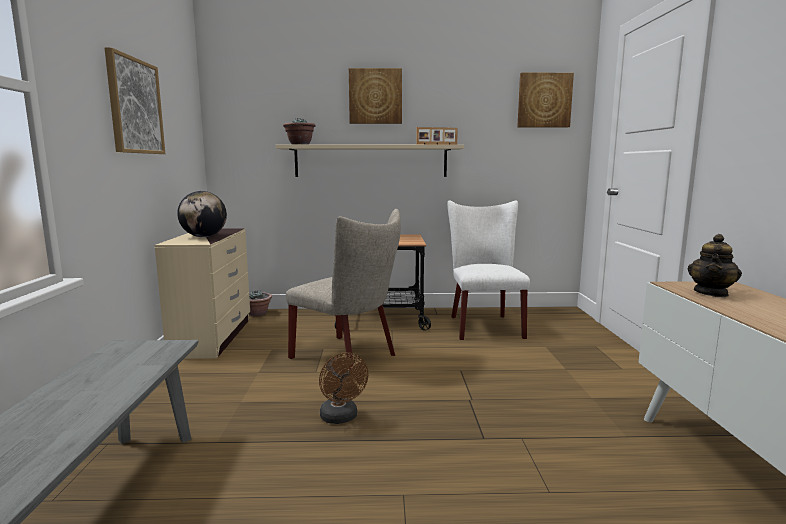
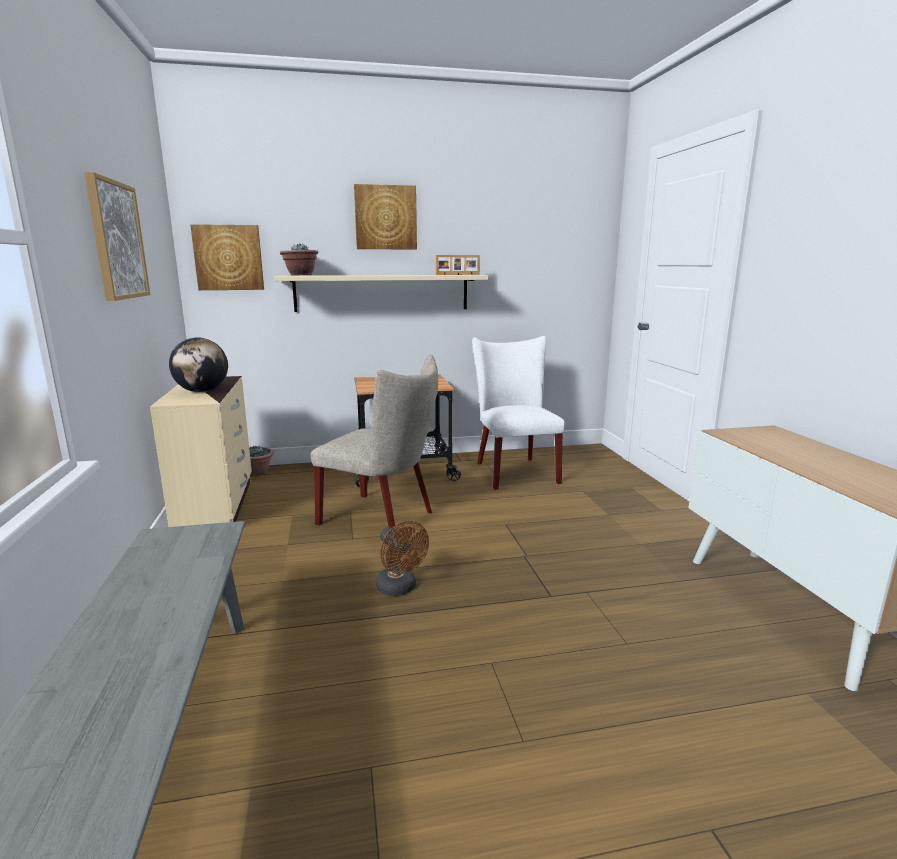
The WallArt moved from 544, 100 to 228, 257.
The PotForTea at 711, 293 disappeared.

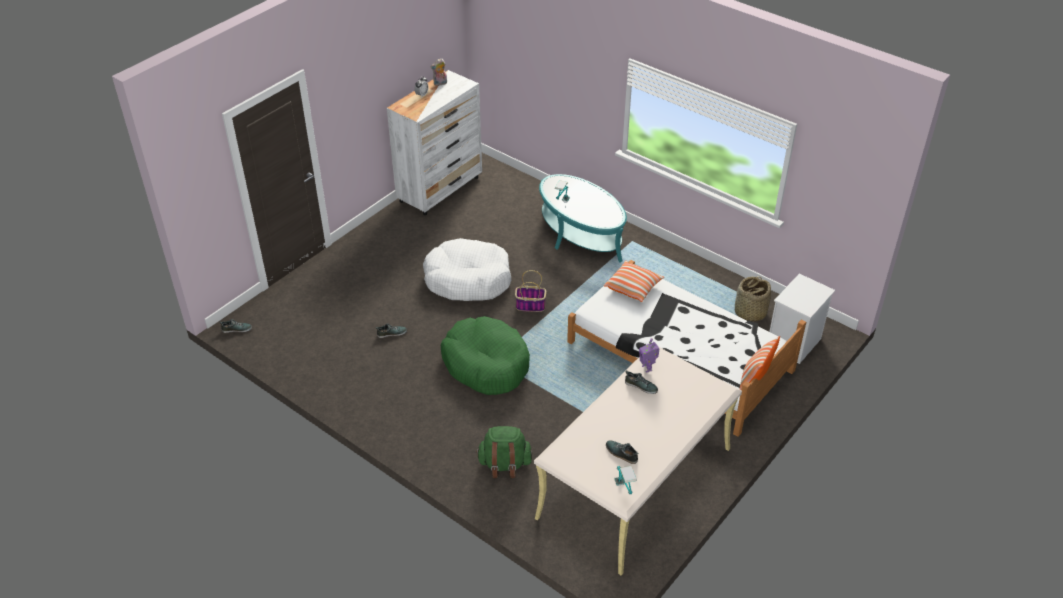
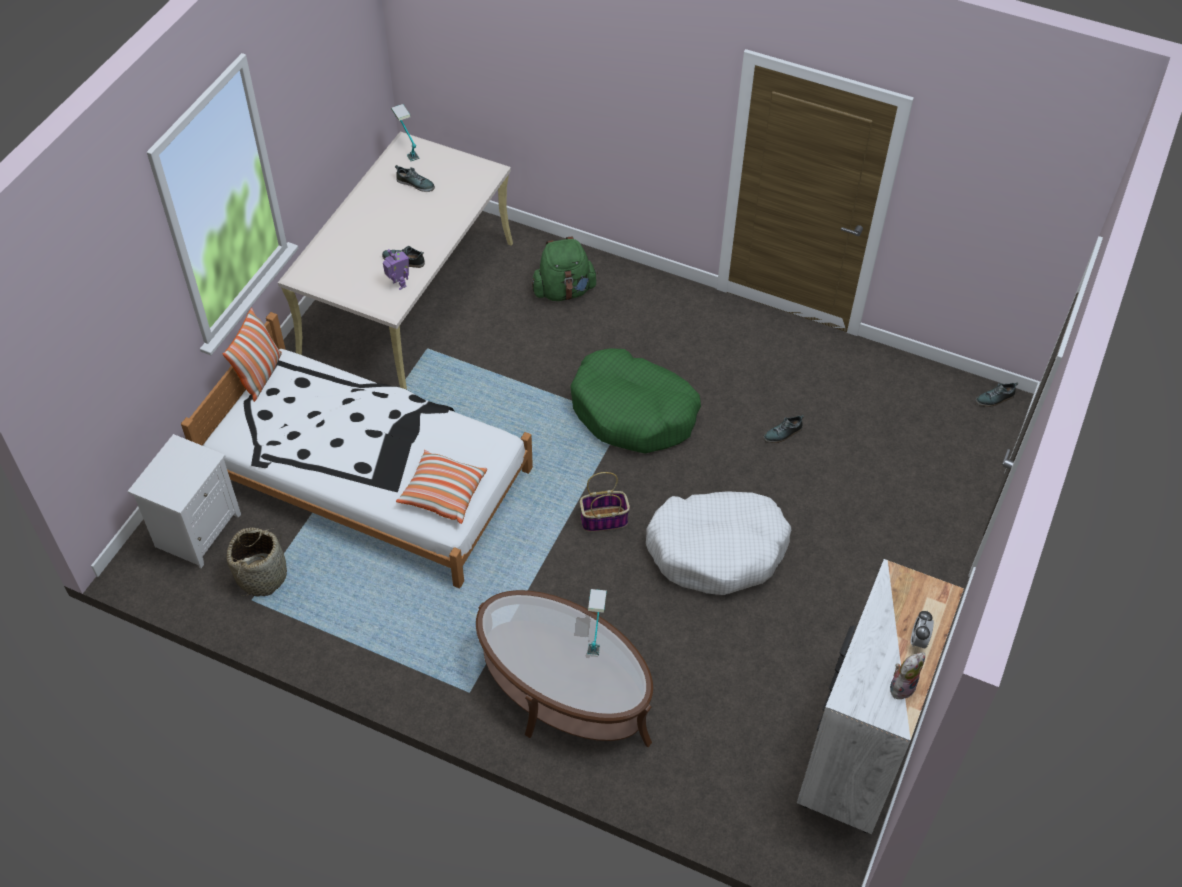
The BlueGreenLoungeTable at 580, 234 became the BrownLoungeTable at 563, 690.

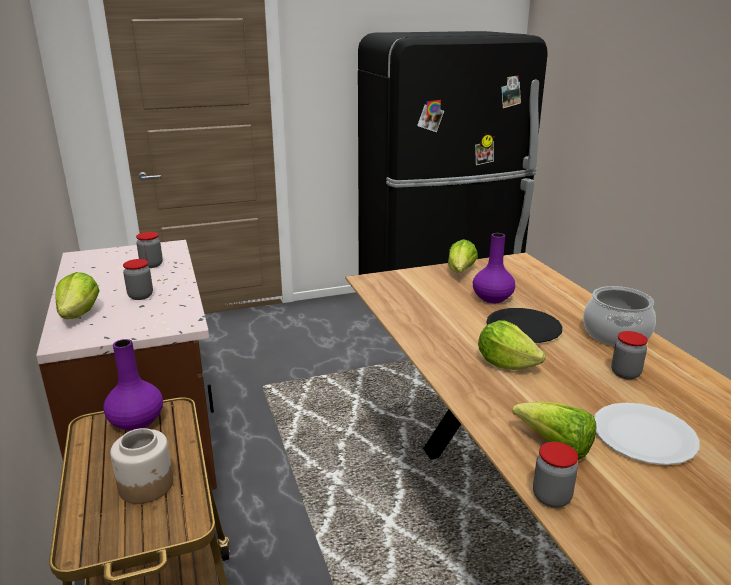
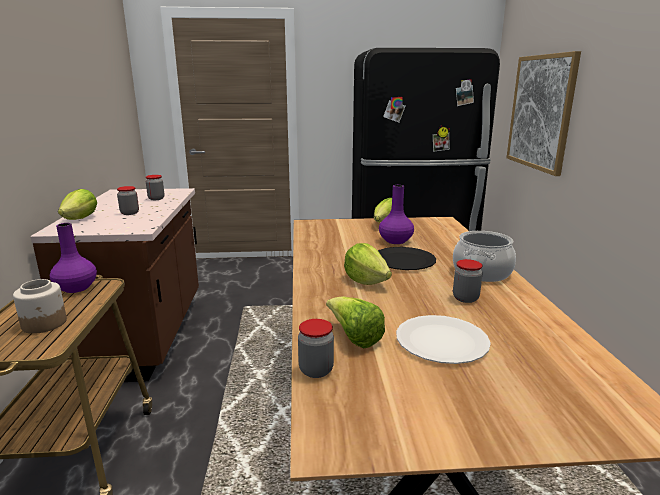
The WallArt at 540, 112 appeared.

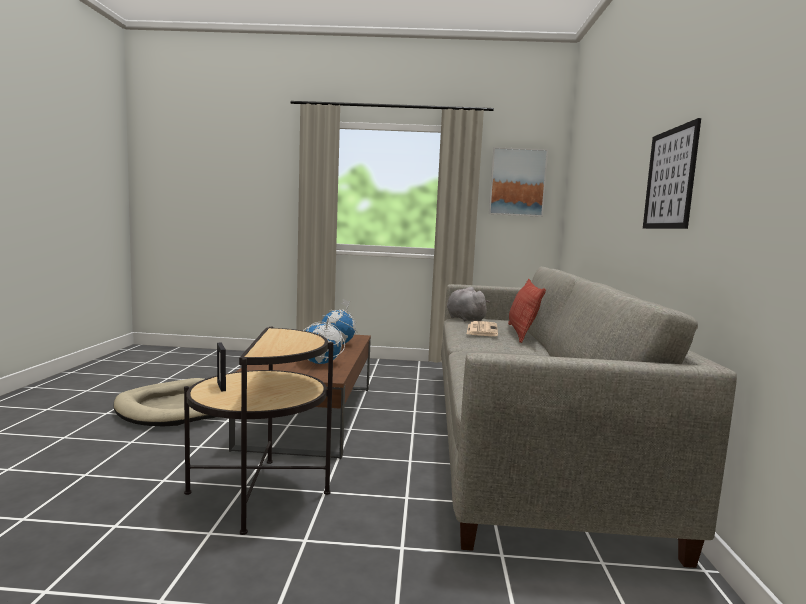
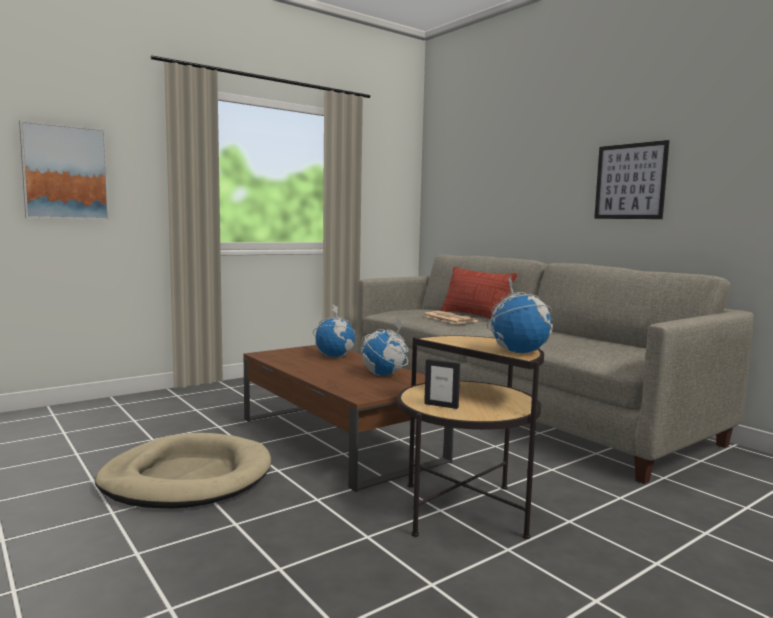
The WallArt moved from 517, 182 to 65, 172.
The GreyCuddlyToy at 464, 319 disappeared.
The Globe at 519, 352 appeared.

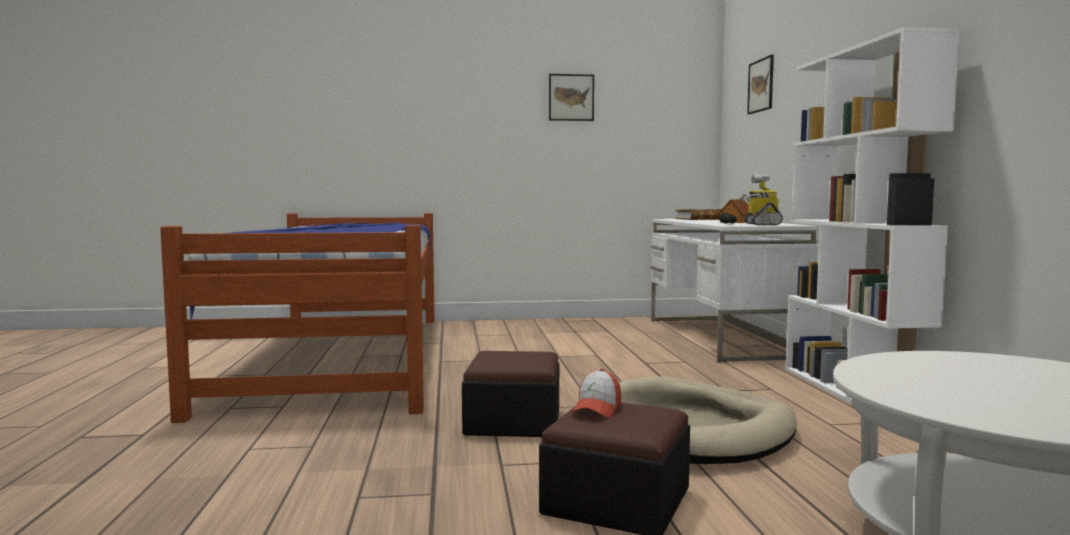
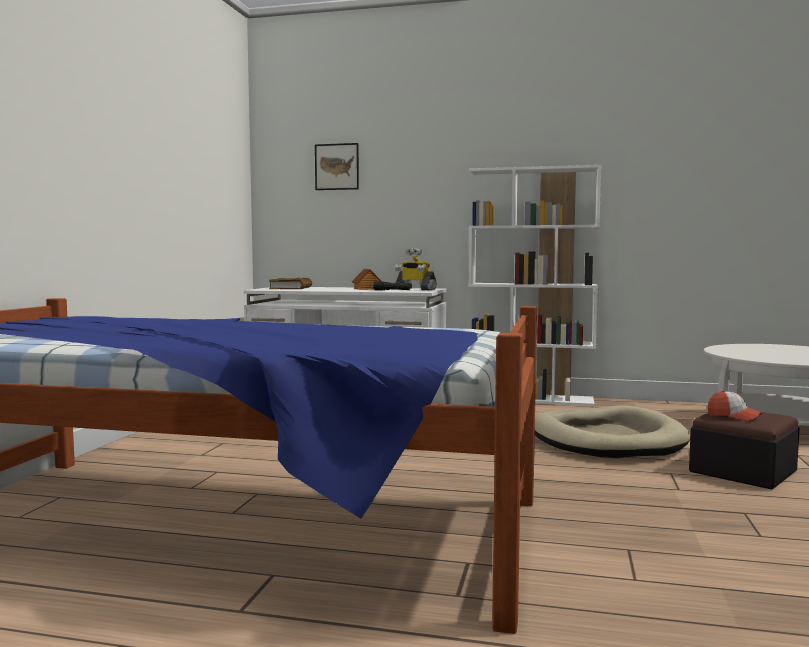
The WallArt at 571, 97 disappeared.
The Footrest at 513, 421 disappeared.

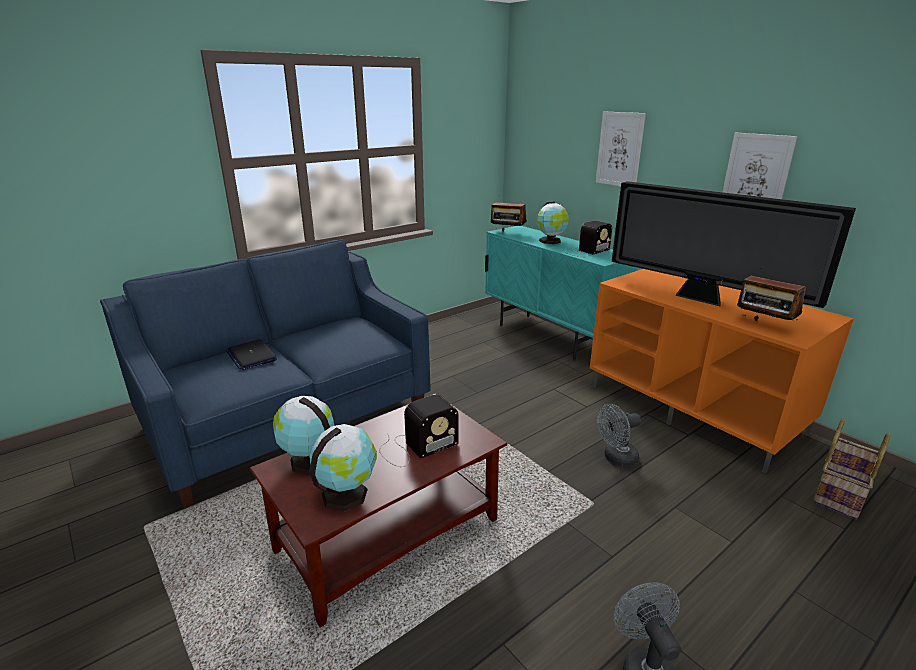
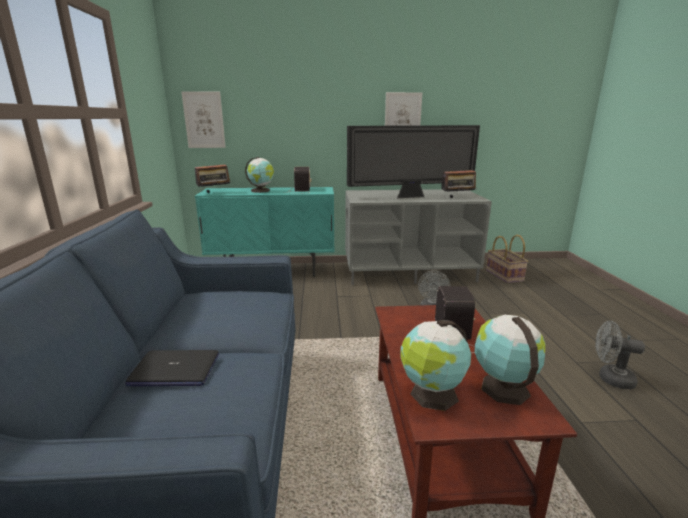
The WallArt moved from 619, 149 to 204, 120.
The OrangeColouredTvUnit at 694, 409 became the GreyTvUnit at 409, 271.

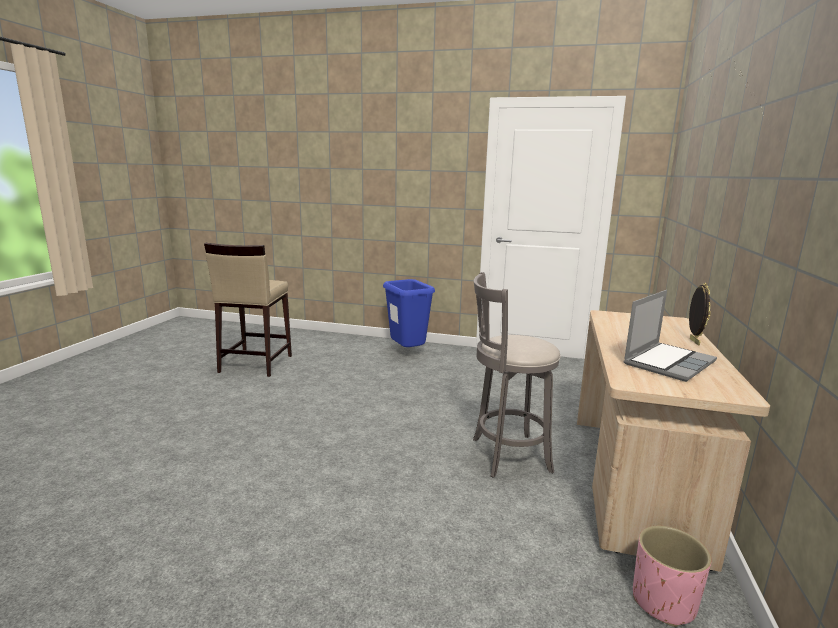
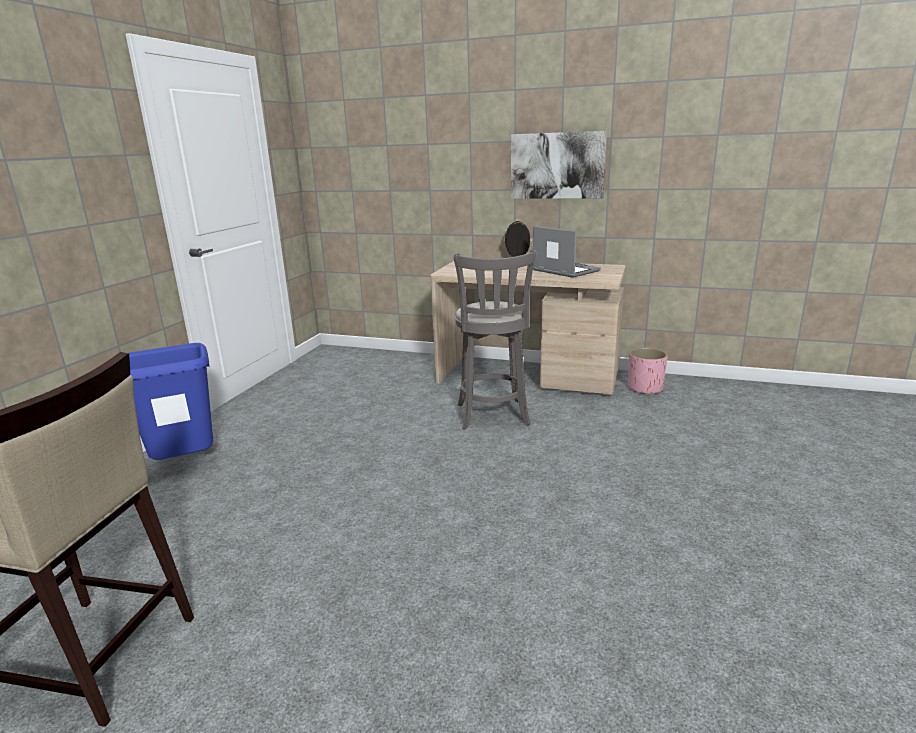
The WallArt at 557, 165 appeared.

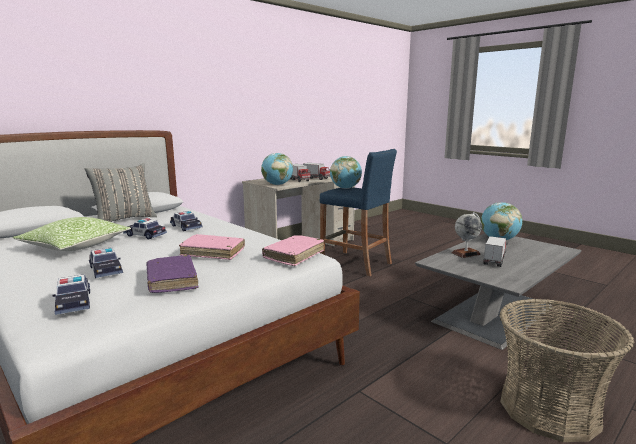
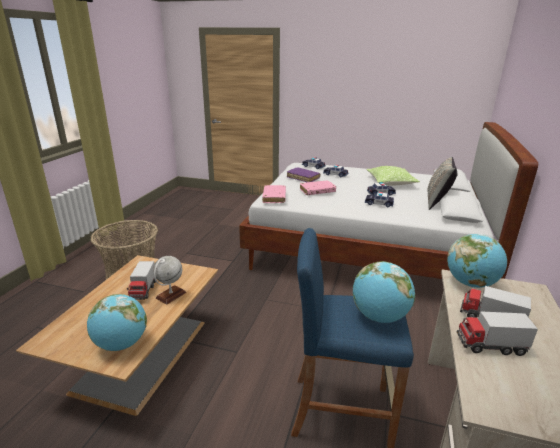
The GreyLoungeTable at 495, 312 became the BrownLoungeTable at 142, 356.

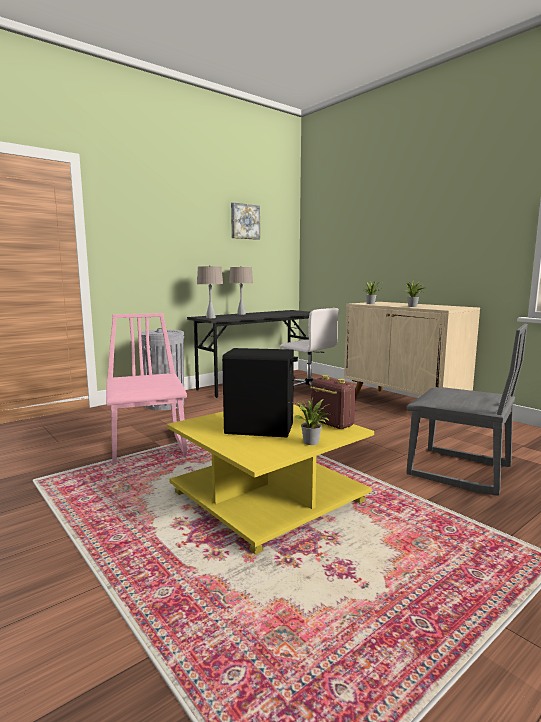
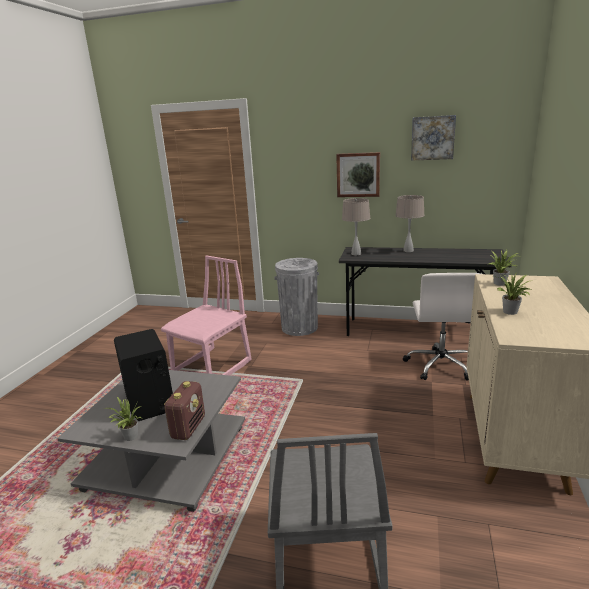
The YellowLoungeTable at 266, 498 became the GreyLoungeTable at 167, 457.
The WallArt at 358, 175 appeared.

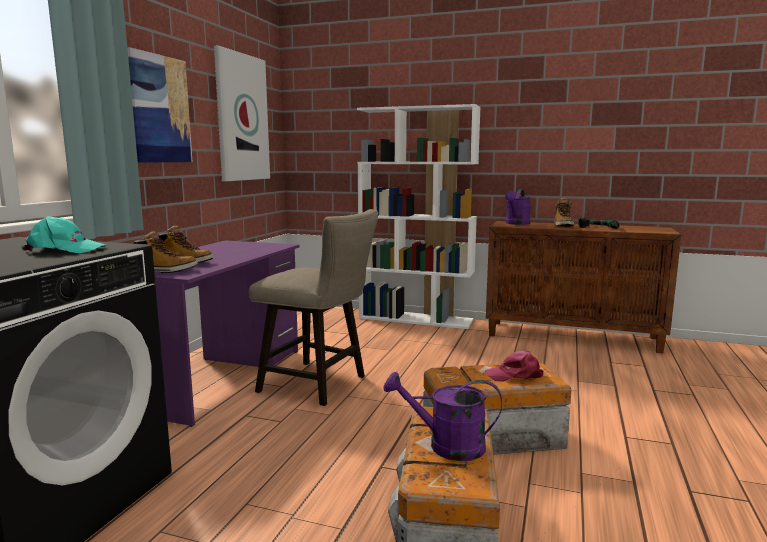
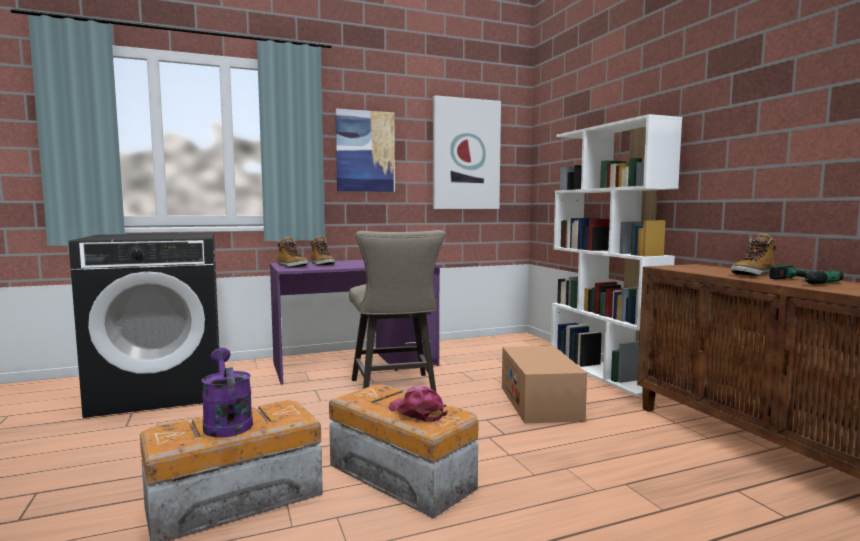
The PurplishWateringCan at 516, 223 disappeared.
The BlueGreenPeakedCap at 64, 250 disappeared.
The Carton at 540, 403 appeared.

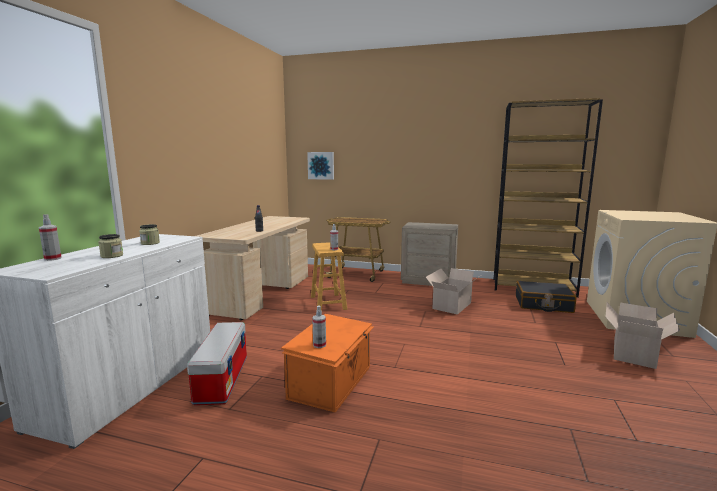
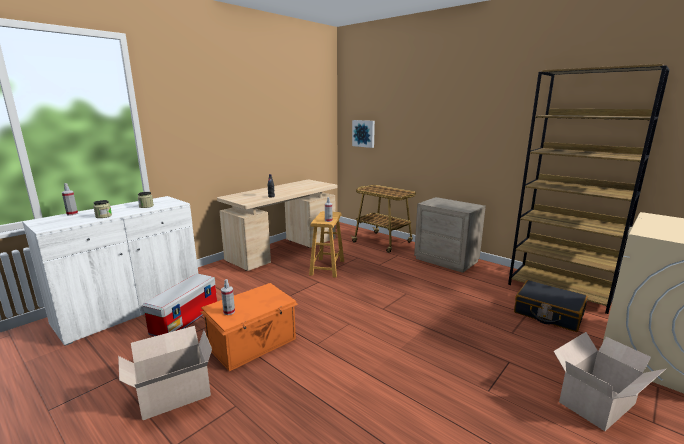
The Carton moved from 451, 306 to 172, 394.

